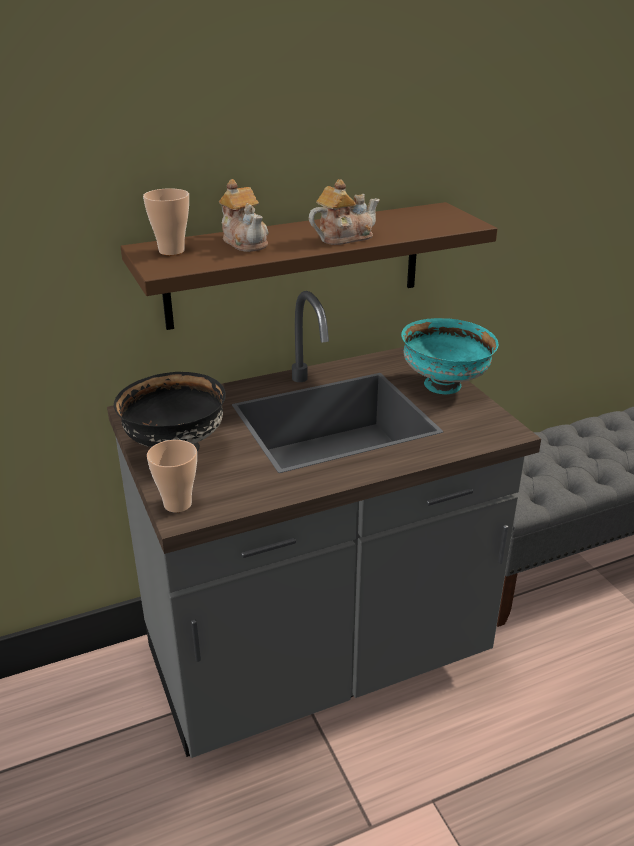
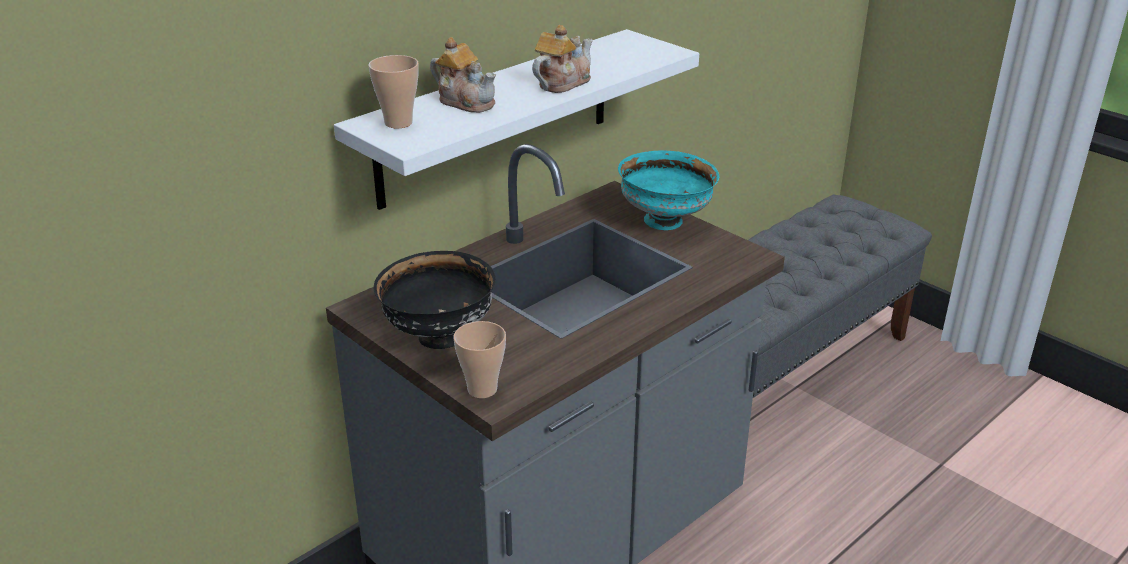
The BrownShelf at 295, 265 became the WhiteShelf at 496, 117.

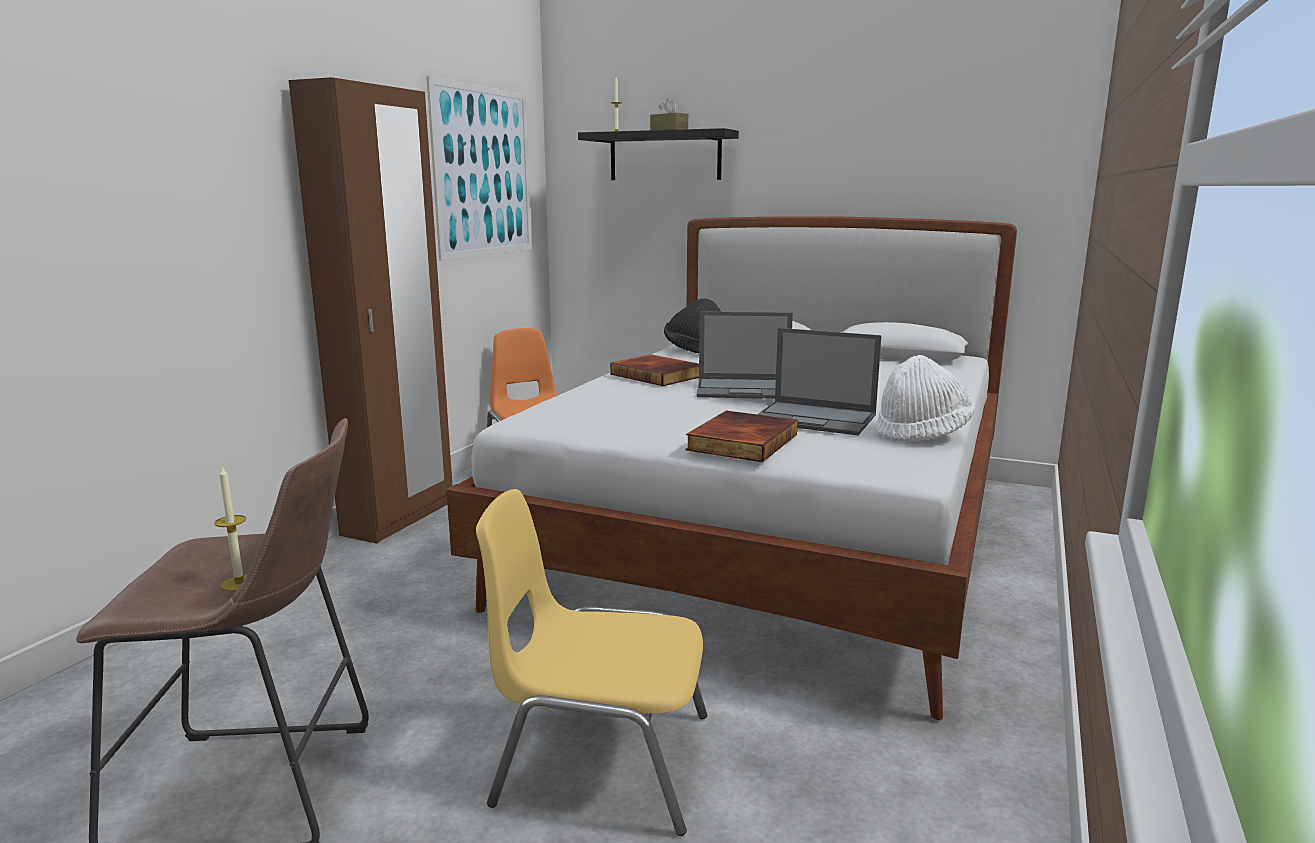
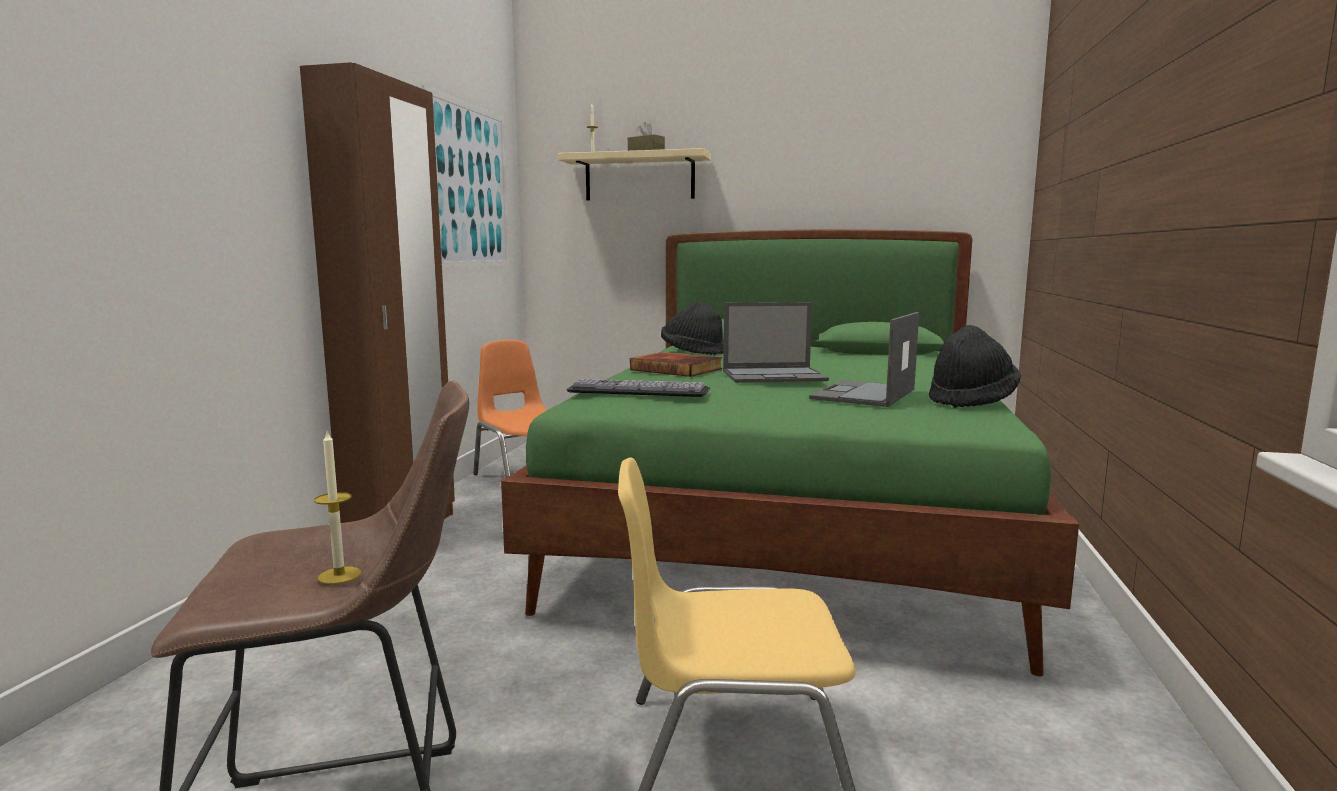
The BlackishShelf at 665, 156 became the SandColouredShelf at 639, 177.
The WhiteSleepingBed at 774, 538 became the GreenishSleepingBed at 791, 526.
The Laptop at 816, 419 turned 105 degrees clockwise.
The WhiteHat at 922, 432 became the BlackishHat at 971, 401.
The Volume at 740, 442 disappeared.
The ComputerKeyboard at 641, 389 appeared.

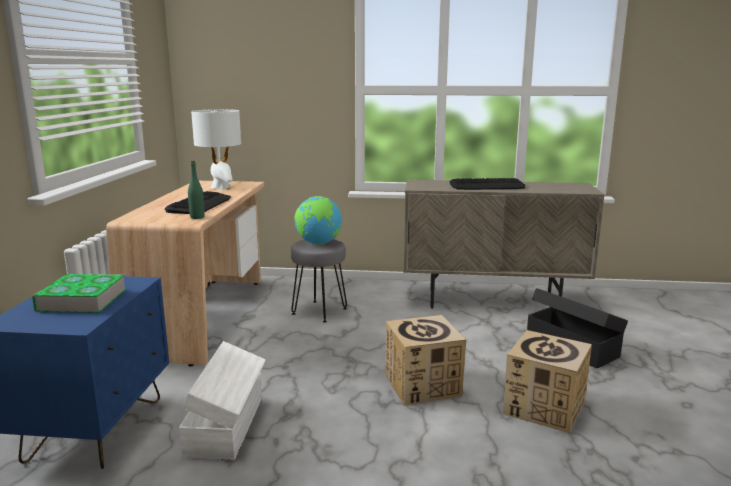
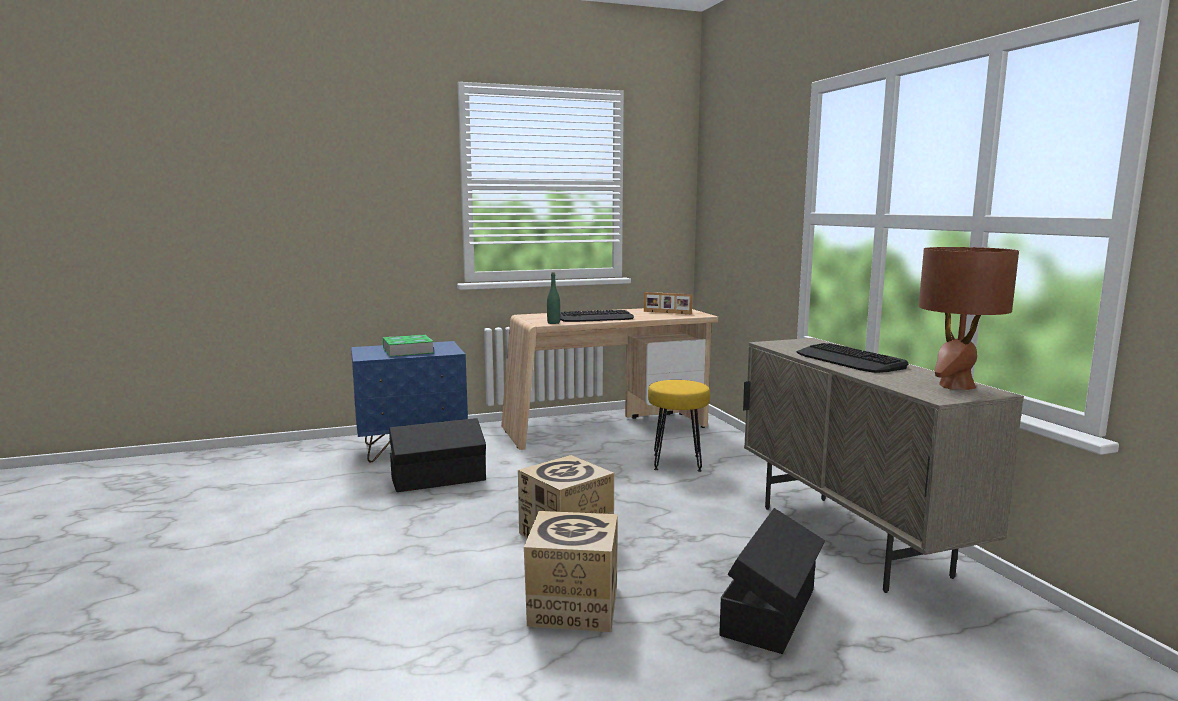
The WhiteTabletopLamp at 220, 187 was replaced by the PhotoFrame at 667, 313.
The Globe at 318, 243 disappeared.
The GreyStool at 319, 311 became the YellowStool at 676, 462.
The WhiteStorageContainer at 227, 425 became the BlackishStorageContainer at 439, 479.
The BrownTabletopLamp at 956, 386 appeared.

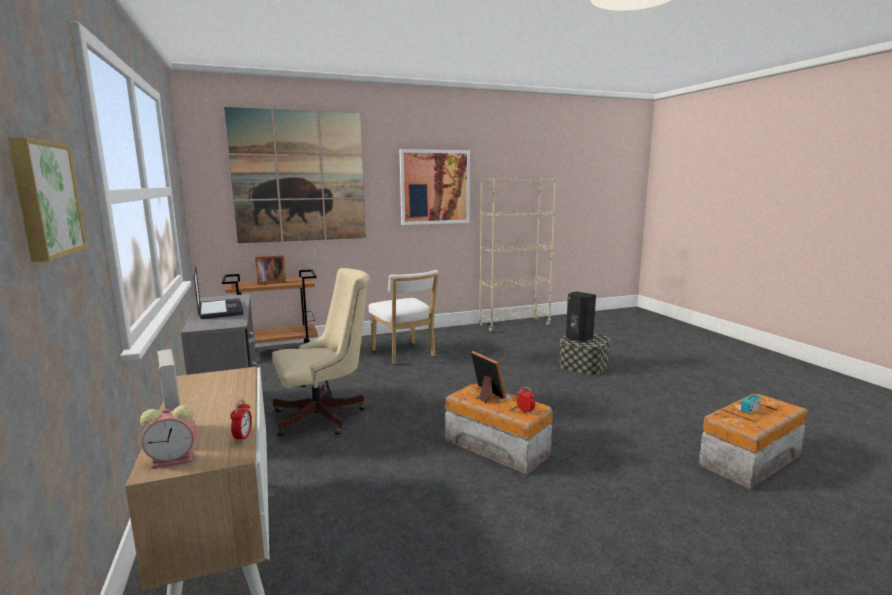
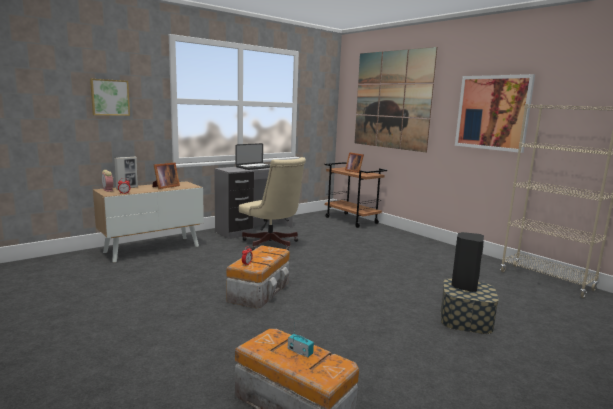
The WhiteUprightChair at 404, 354 disappeared.
The PhotoFrame moved from 486, 394 to 165, 187.

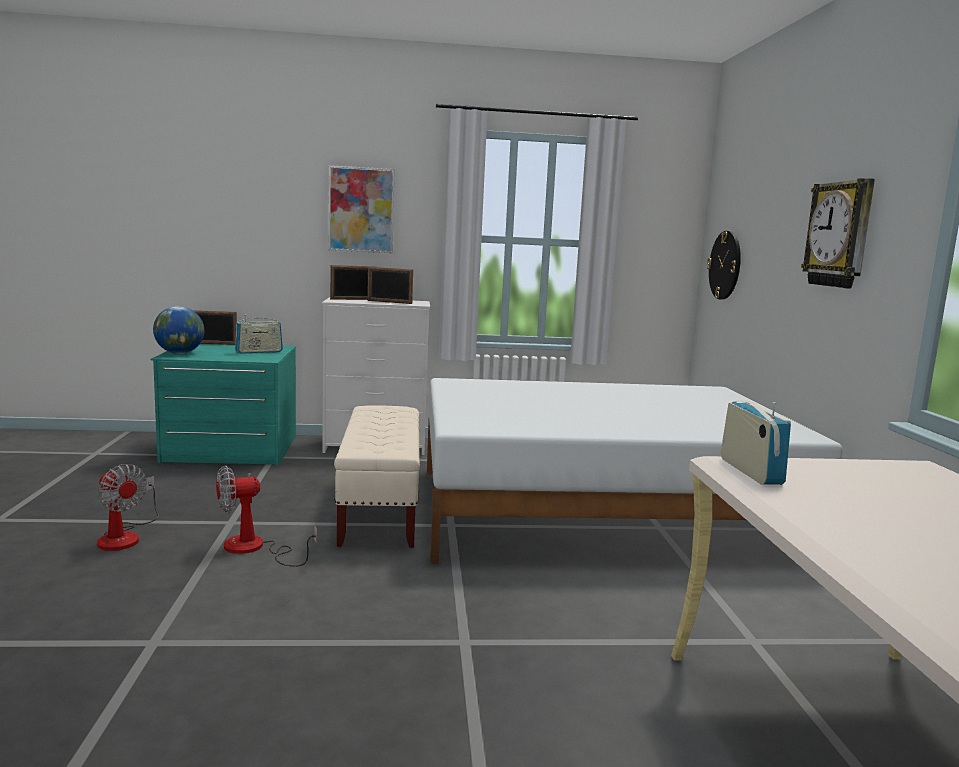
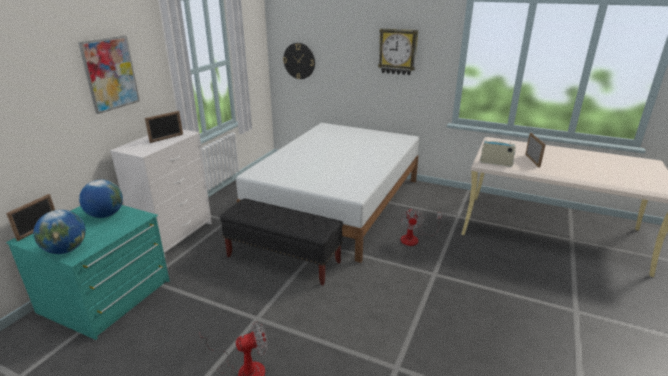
The PhotoFrame moved from 353, 299 to 532, 160.
The Radio at 259, 352 was replaced by the Globe at 105, 215.
The SandColouredIndoorBench at 380, 509 became the BlackishIndoorBench at 283, 260.
The Fan moved from 254, 549 to 414, 238.

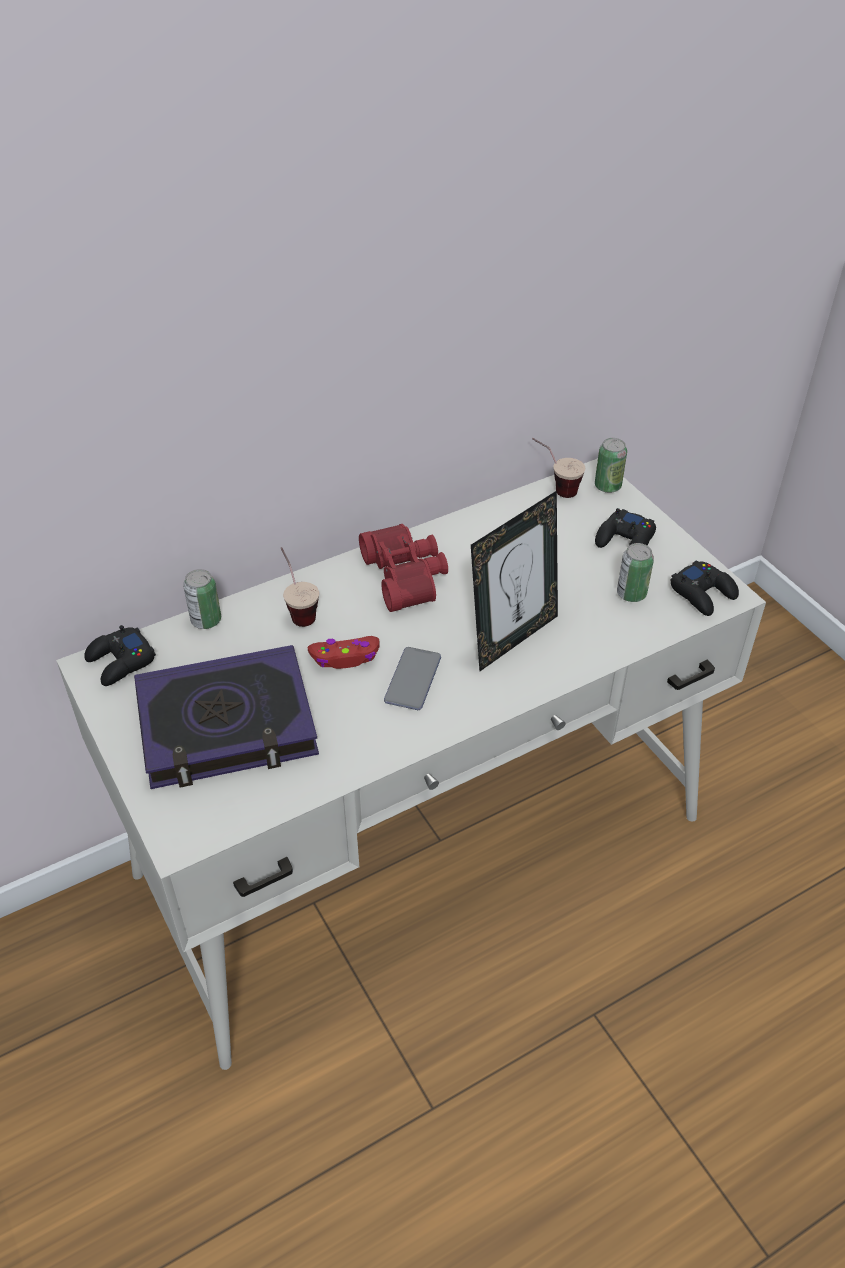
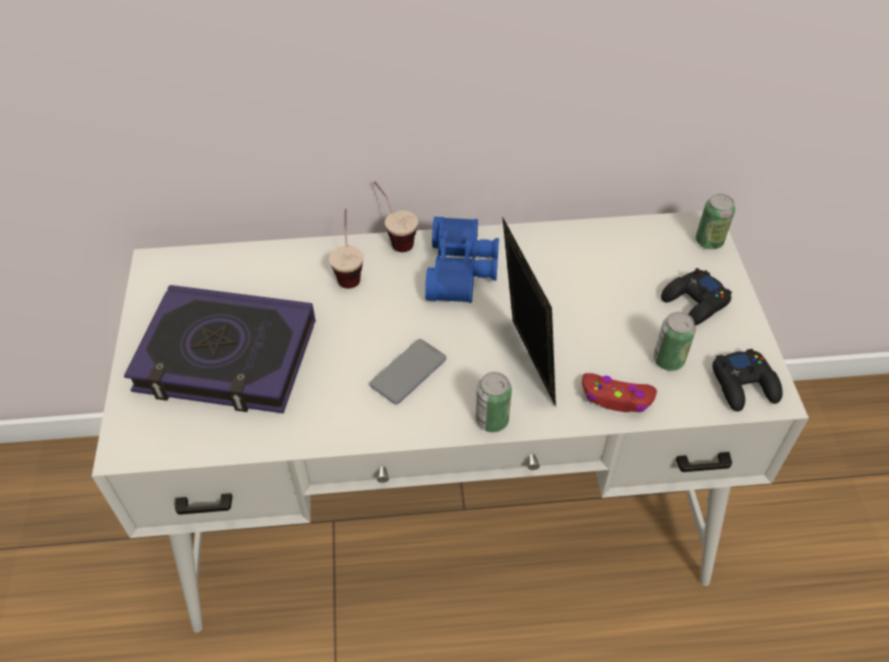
The SmallCup moved from 554, 488 to 394, 237.
The PhotoFrame at 512, 638 turned 90 degrees counterclockwise.
The RedColouredPairOfBinoculars at 407, 576 became the BlueColouredPairOfBinoculars at 463, 270.
The Can moved from 206, 620 to 492, 420.
The BlackishGamepad at 120, 662 disappeared.
The RedColouredGamepad moved from 345, 657 to 616, 398.

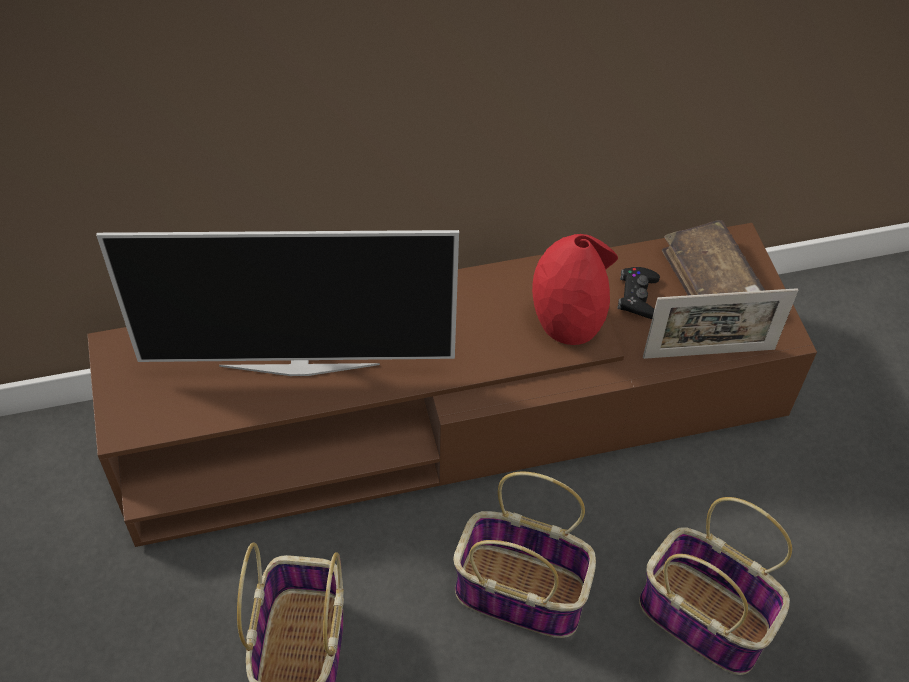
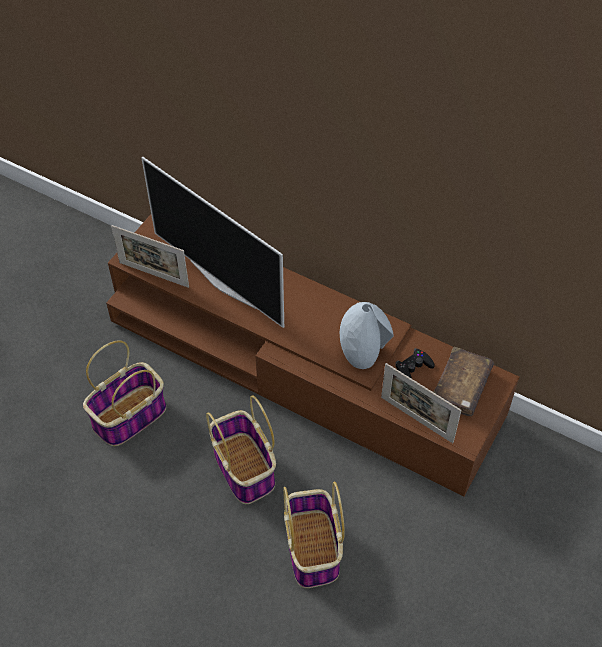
The RedColouredFlowerVase at 568, 320 became the GreyFlowerVase at 363, 353.
The PhotoFrame at 154, 274 appeared.

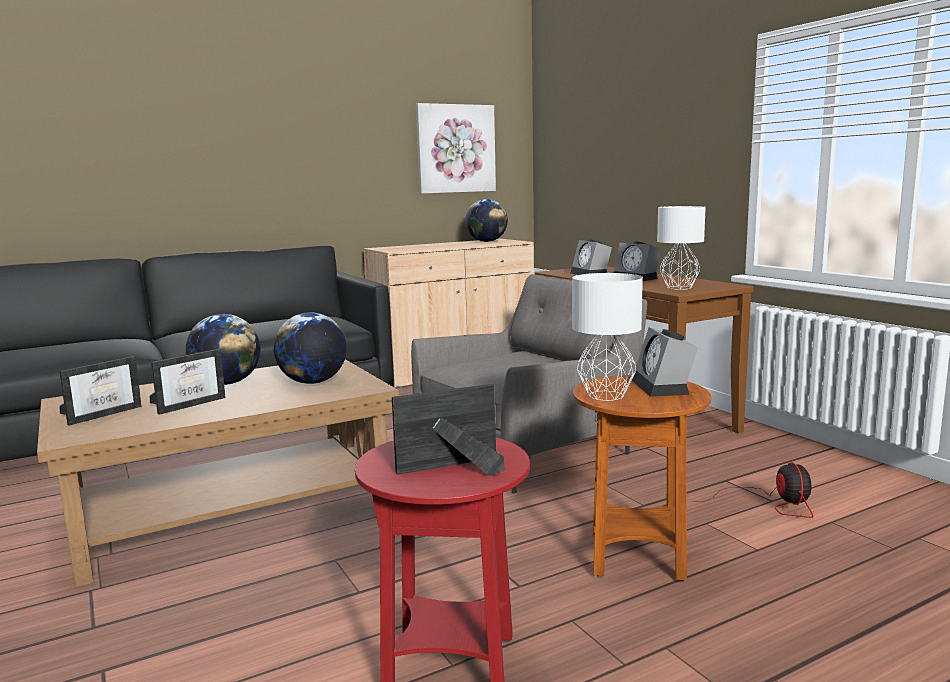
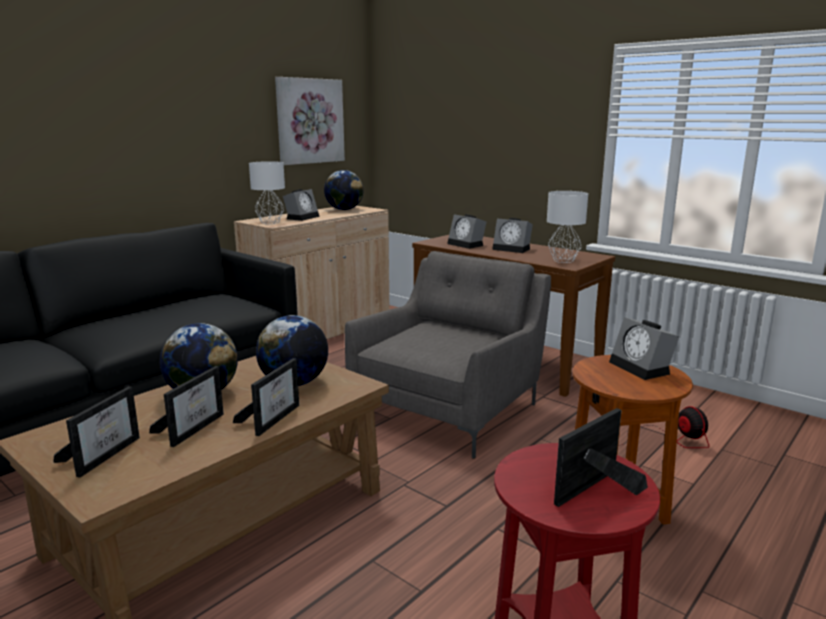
The WhiteTabletopLamp moved from 605, 395 to 270, 222.
The BedsideClock at 302, 217 appeared.
The PhotoFrame at 273, 418 appeared.

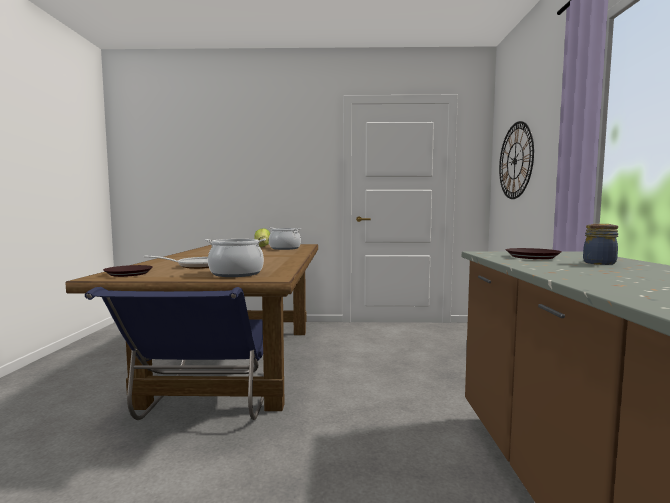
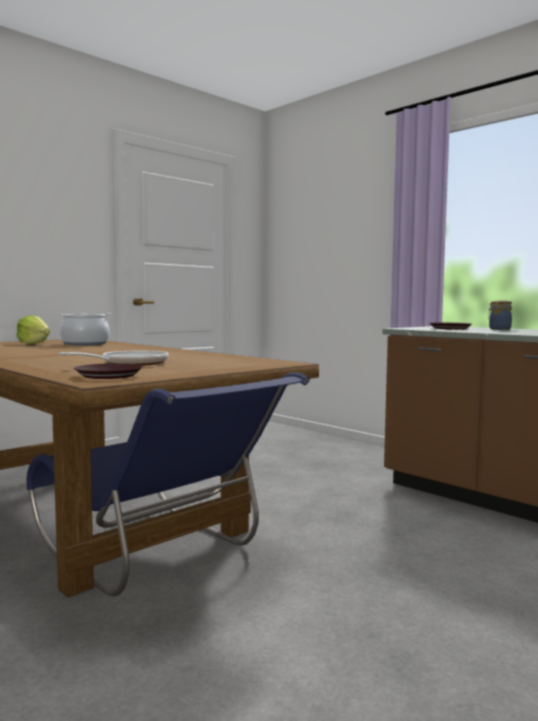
The WallClock at 515, 161 disappeared.
The CookingPot at 236, 273 disappeared.

